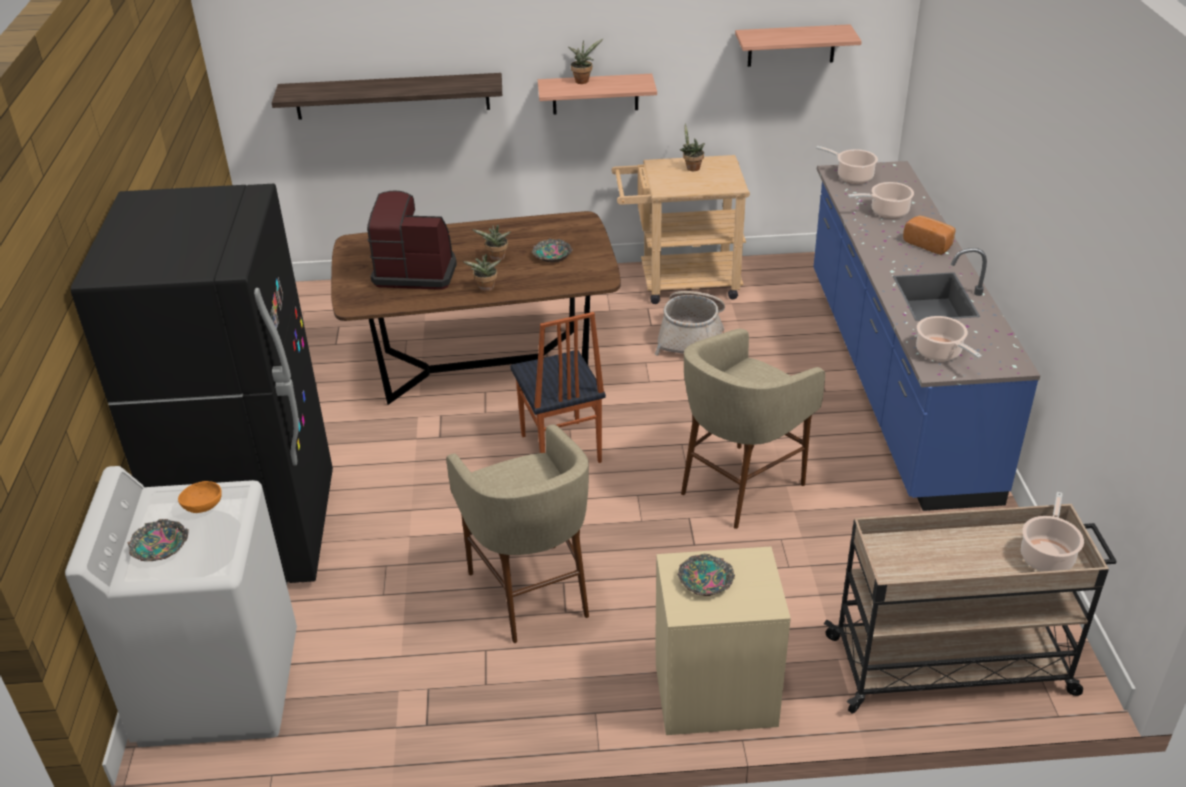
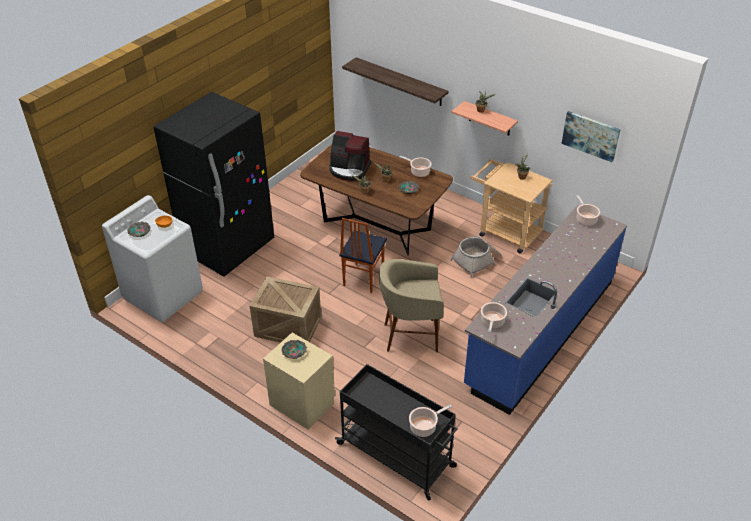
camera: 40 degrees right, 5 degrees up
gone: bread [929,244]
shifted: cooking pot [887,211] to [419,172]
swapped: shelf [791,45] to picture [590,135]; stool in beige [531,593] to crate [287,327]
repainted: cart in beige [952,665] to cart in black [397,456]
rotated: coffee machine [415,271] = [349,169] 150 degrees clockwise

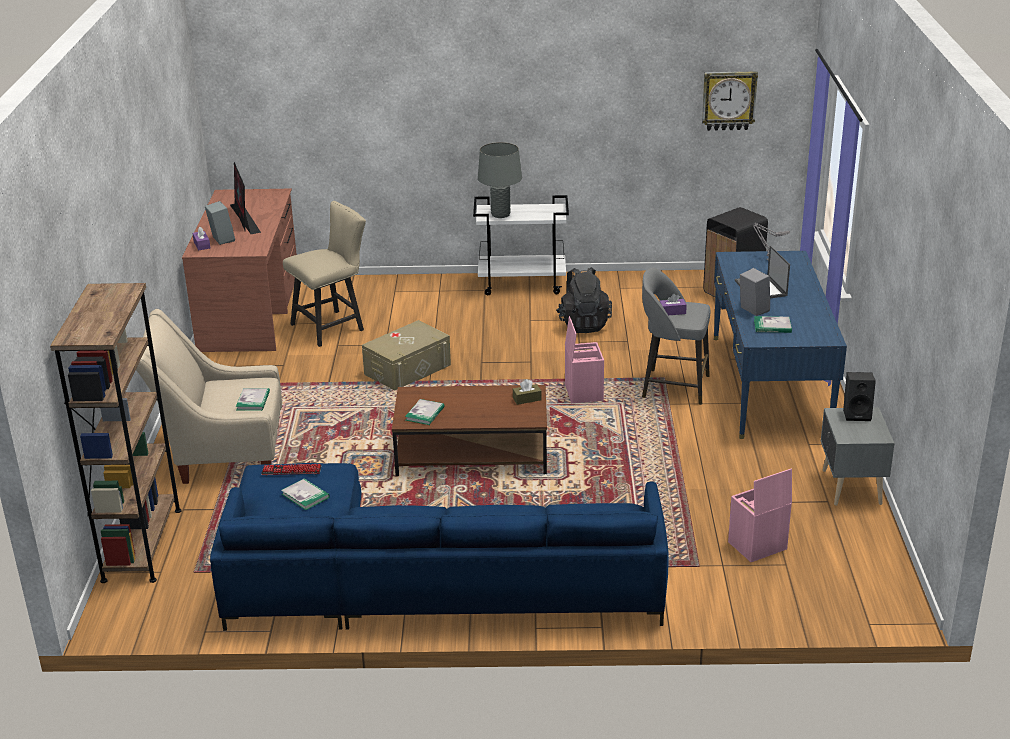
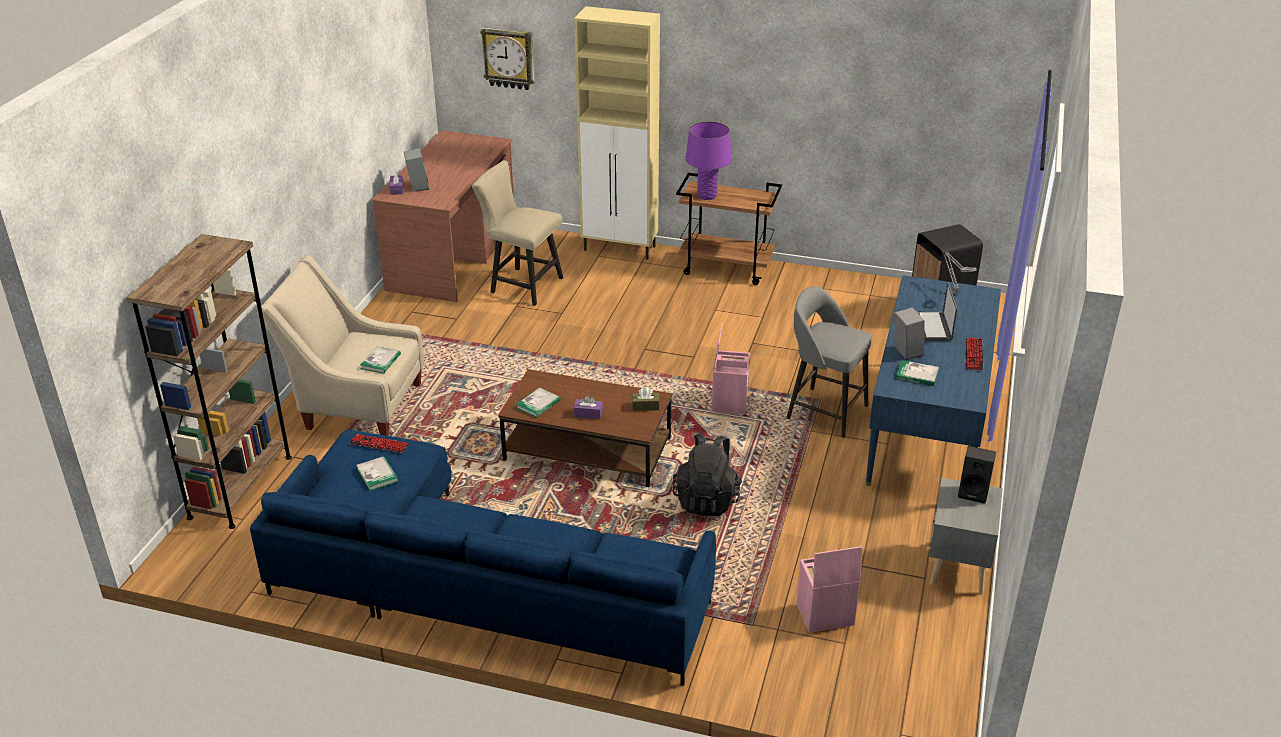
camera: 15 degrees right, 5 degrees up
gone: monitor [245,218]; storage box in beige [407,369]
new: cabinet in beige [620,248]; keyboard [974,355]
shifted: wall clock [729,100] to [509,58]; backpack in black [583,324] to [707,499]; tissue box in purple [672,312] to [588,413]
repainted: table lamp in grey [500,214] to table lamp in purple [707,196]; cart in white [523,284] to cart in brown [727,268]
rotated: chair in beige [332,326] = [521,284] 135 degrees counterclockwise

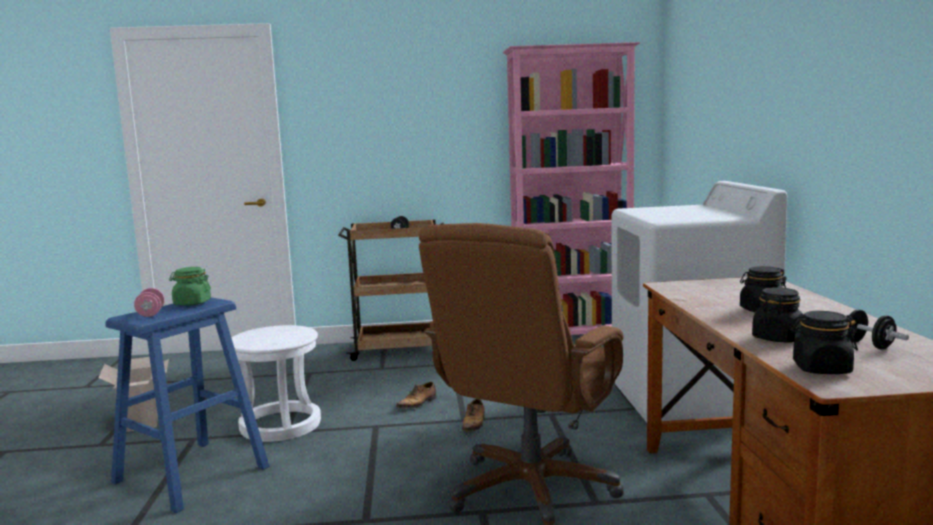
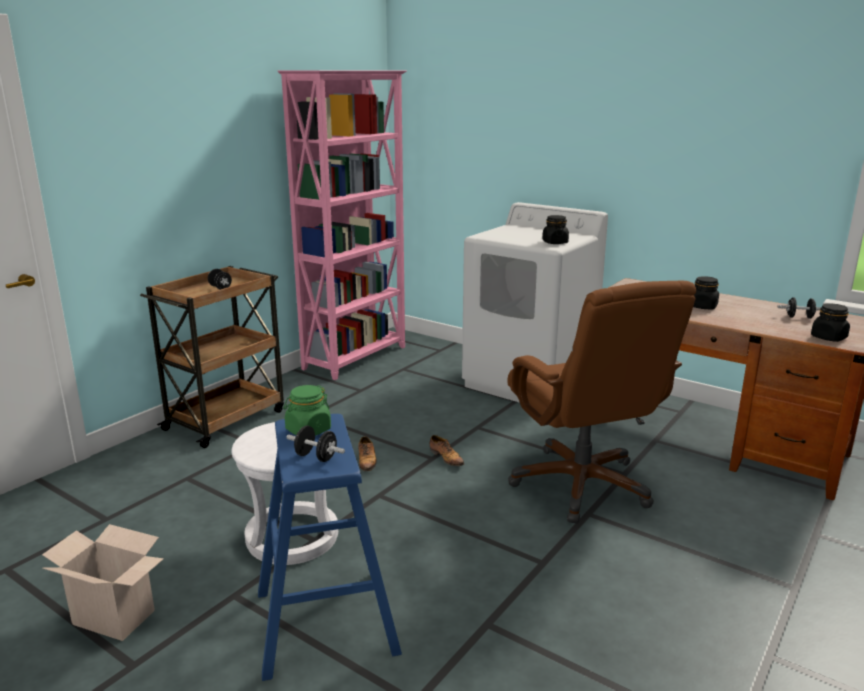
camera: 50 degrees left, 10 degrees up
shifted: jar in black [778,338] to [555,242]
repainted: dumbbell in pink [151,314] to dumbbell in black [316,457]

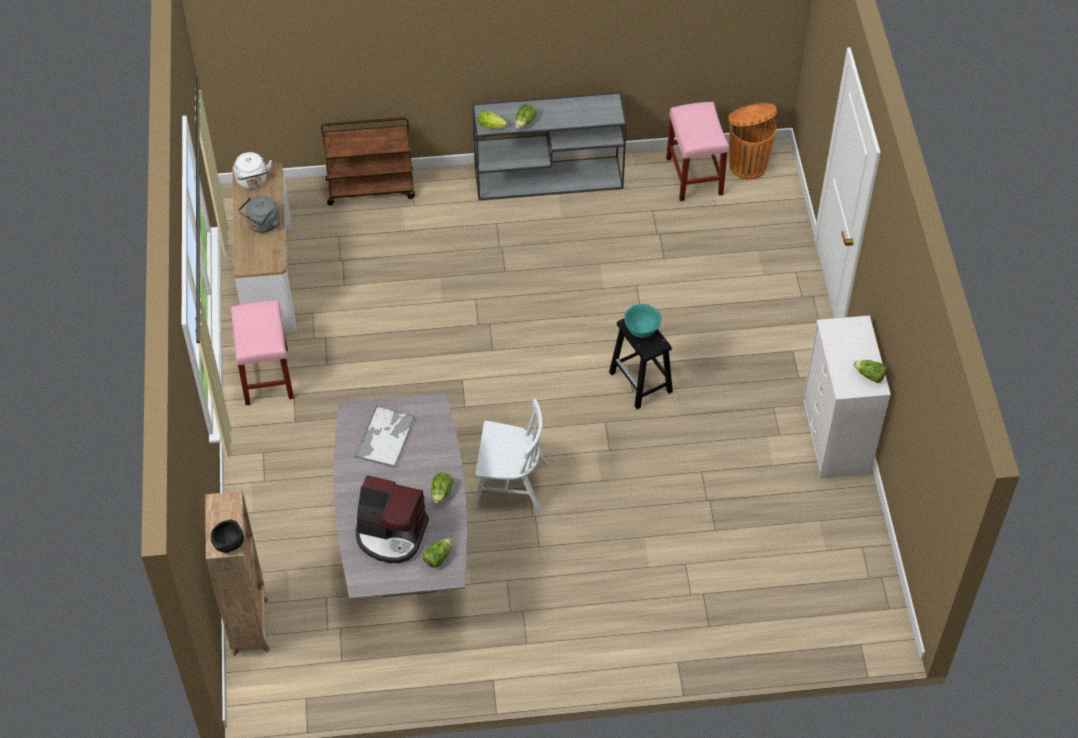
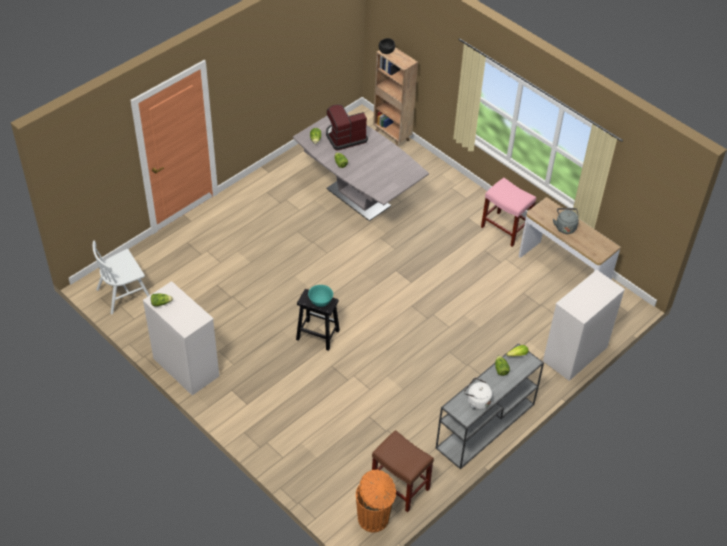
camera: 140 degrees right, 5 degrees down
gone: tray [385,437]
shifted: kettle in white [253,181] to [476,401]; chair in white [510,484] to [123,293]
swapped: cart in brown [371,188] to dresser in white [574,354]
repainted: stool in pink [695,177] to stool in brown [399,486]

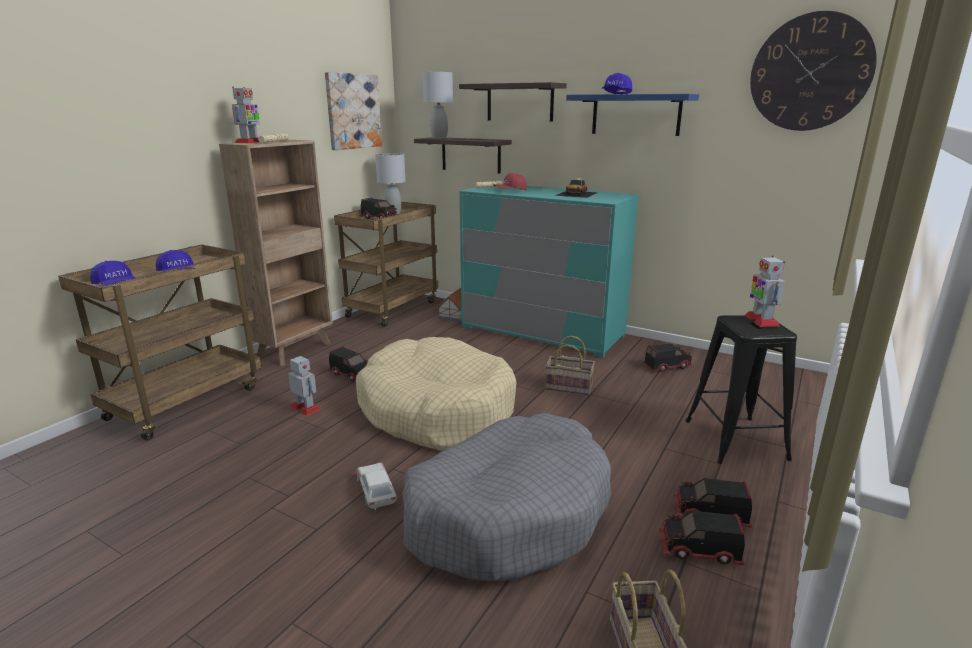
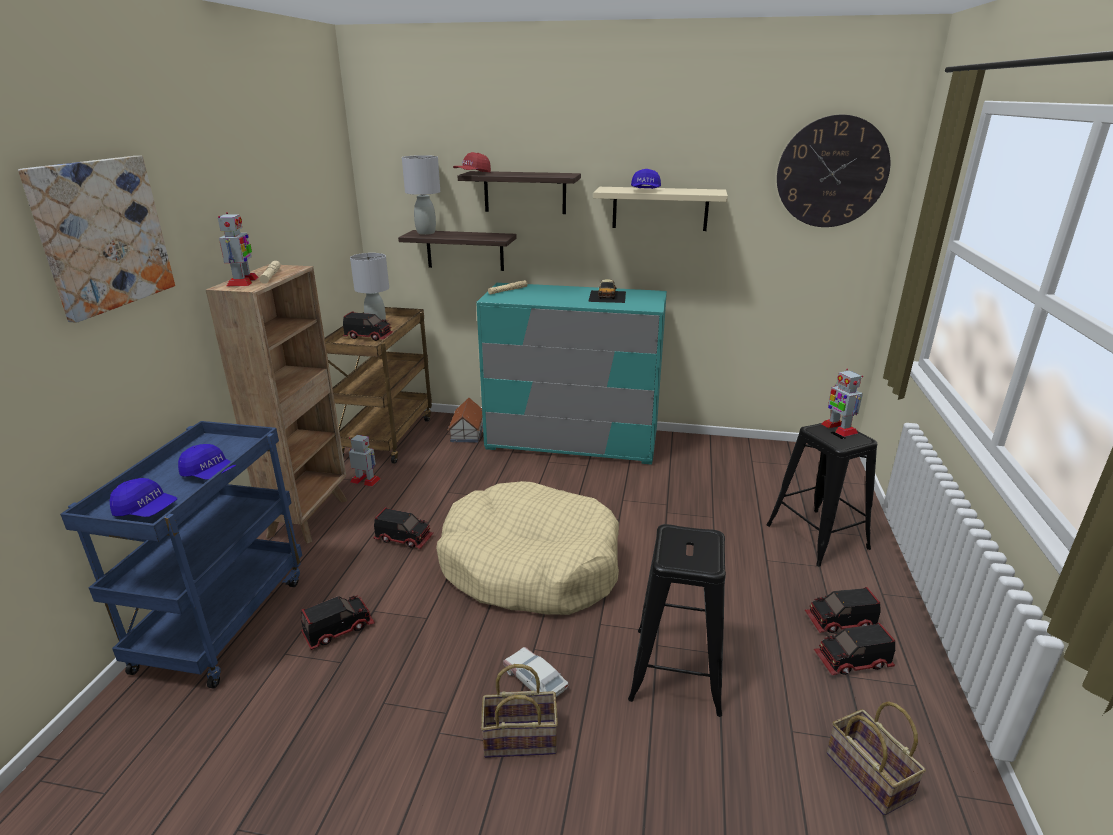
camera: 20 degrees left, 5 degrees up
shifted: picture [353,111] to [102,235]; cap in red [510,191] to [472,173]; basket [570,387] to [522,738]; toy truck [667,366] to [338,629]; toy robot [305,408] to [365,480]
swapped: dog bed in grey [508,513] to stool in black [676,669]
repainted: shelf in blue [636,115] to shelf in beige [660,208]; cart in brown [186,401] to cart in blue [223,620]

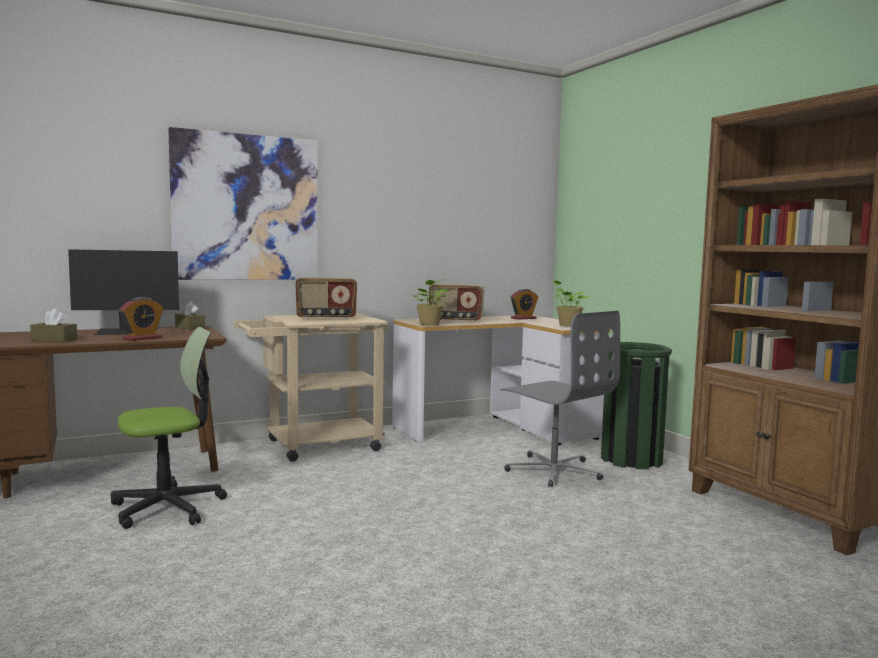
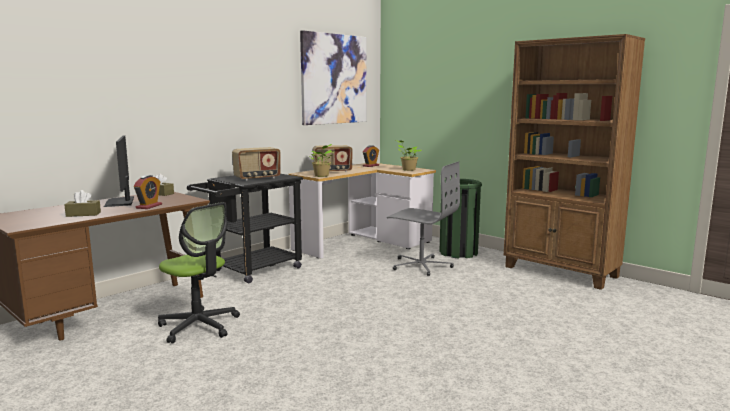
camera: 20 degrees left, 5 degrees up
shifted: picture [246,208] to [334,79]
repainted: cart in beige [313,446] to cart in black [251,271]
rotated: monitor [125,332] = [120,202] 105 degrees clockwise; office chair [168,507] = [199,326] 90 degrees clockwise

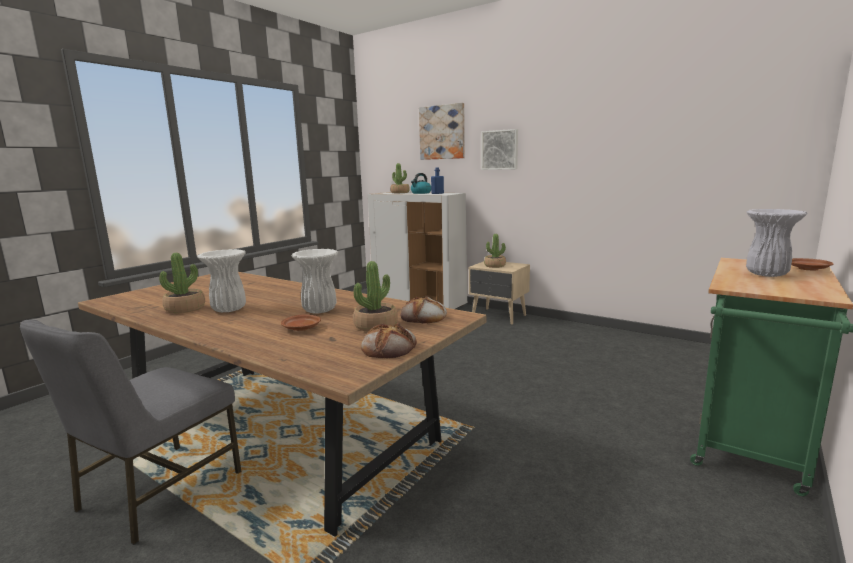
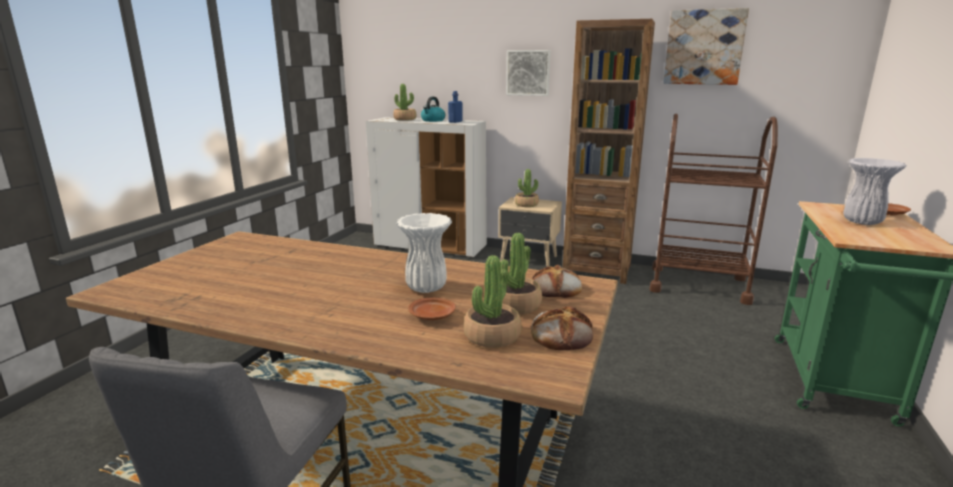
camera: 15 degrees left, 5 degrees up
gone: vase in white [229,310]
new: bookcase in brown [597,270]; cart in brown [698,285]
shifted: picture [442,132] to [704,47]; potted plant [185,308] to [492,336]

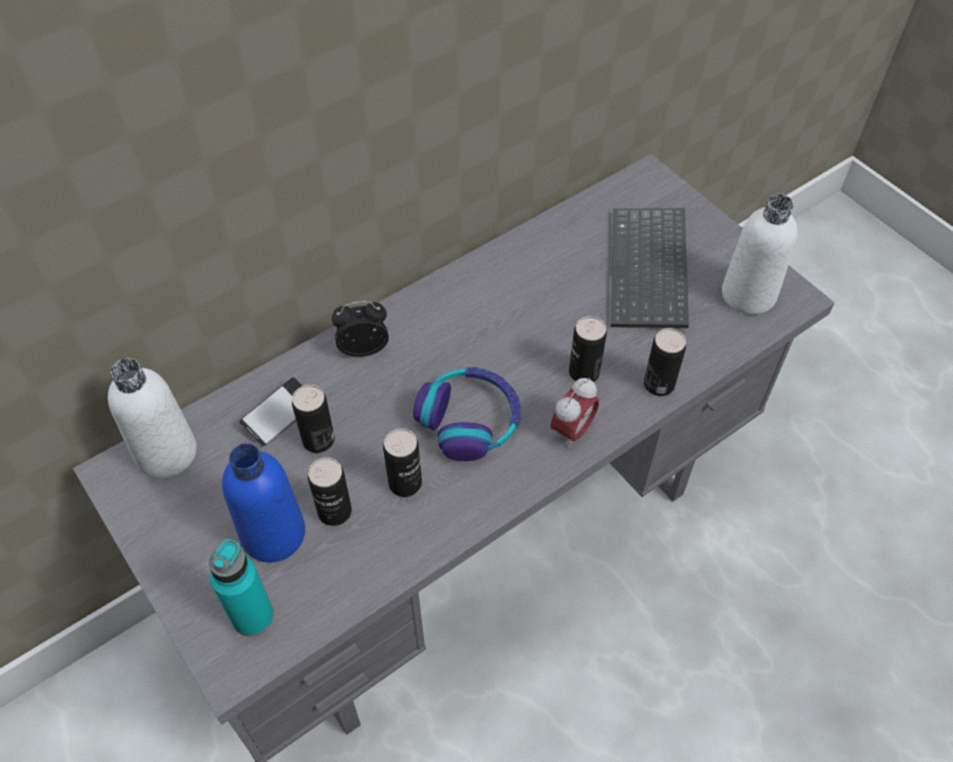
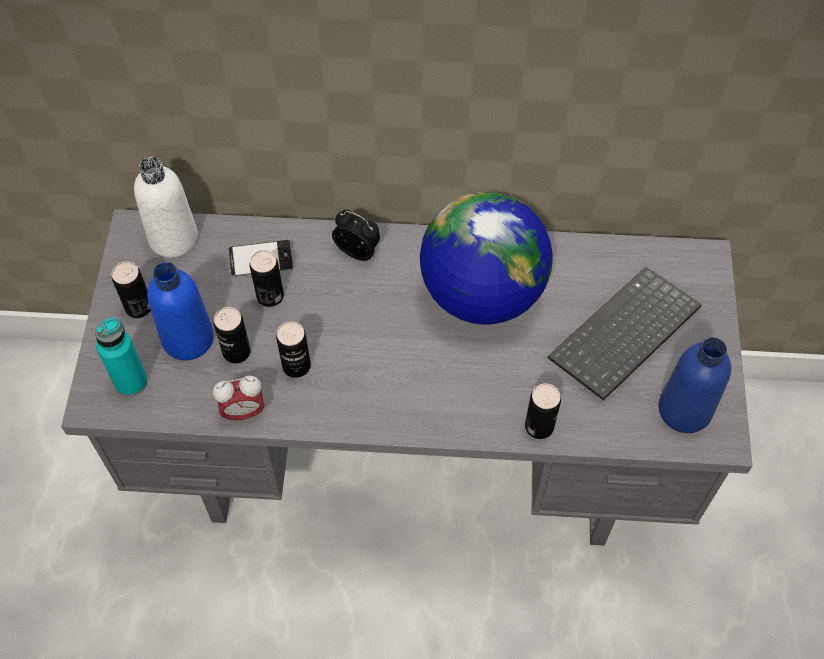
camera: 40 degrees right, 5 degrees up
gone: headphones [469,420]
new: globe [481,293]
shifted: can [584,372] to [139,307]; alarm clock [572,430] to [243,412]
repainted: bottle in white [748,295] to bottle in blue [684,409]

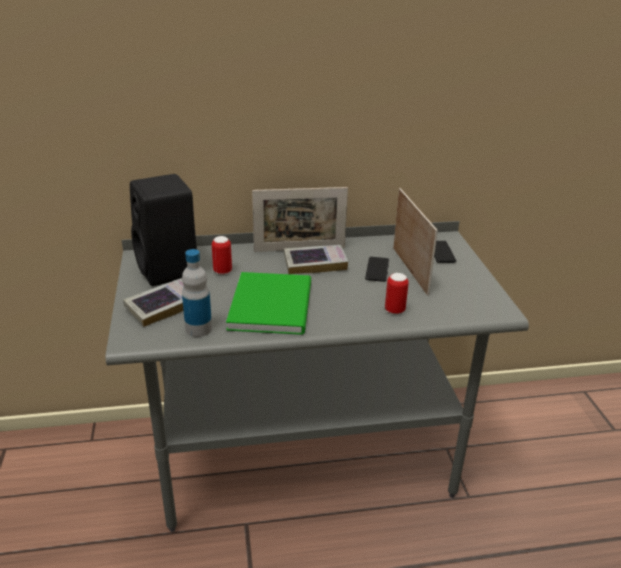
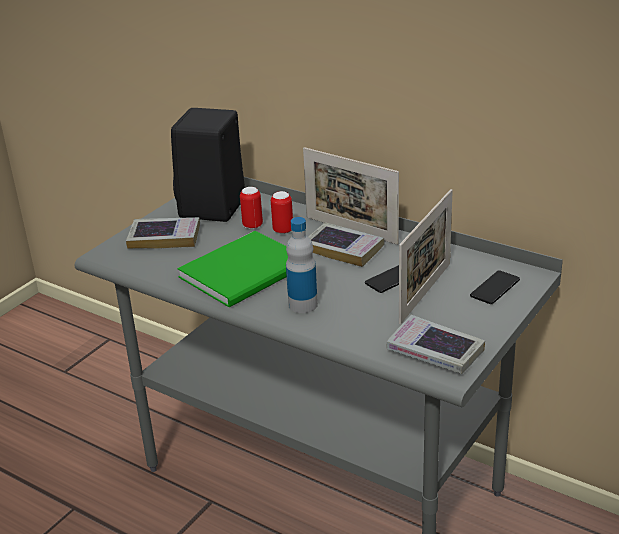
camera: 45 degrees right, 0 degrees up
new: book [435,351]
shifted: bottle [198,329] to [303,305]; can [394,310] to [283,230]

